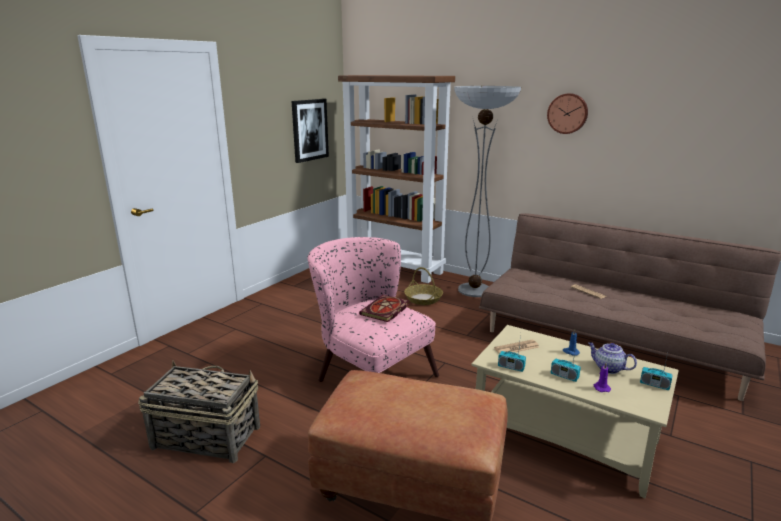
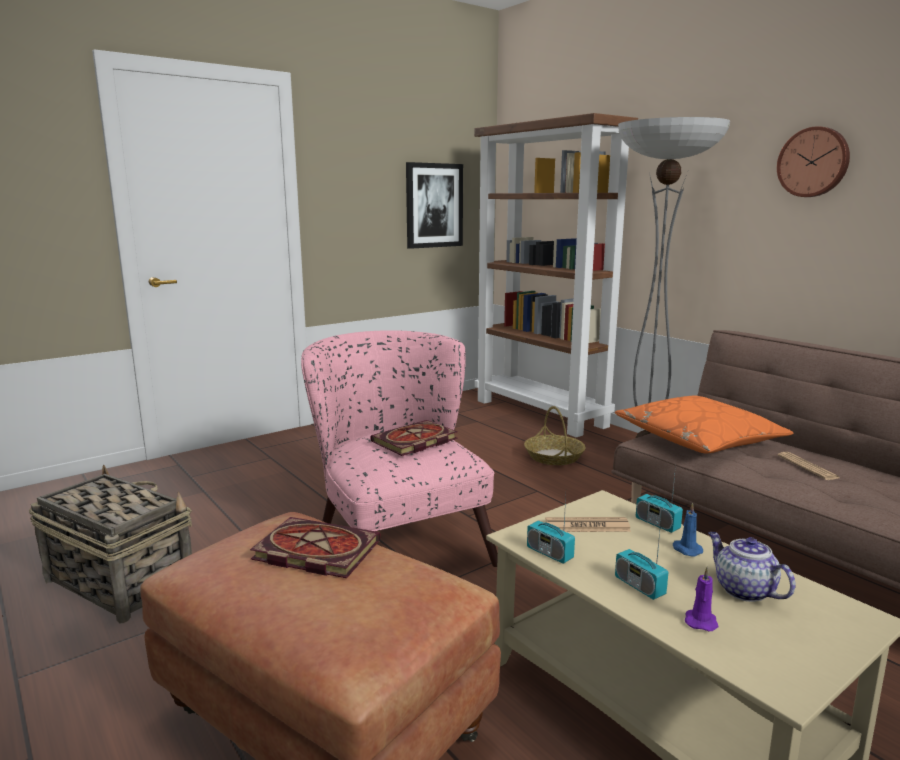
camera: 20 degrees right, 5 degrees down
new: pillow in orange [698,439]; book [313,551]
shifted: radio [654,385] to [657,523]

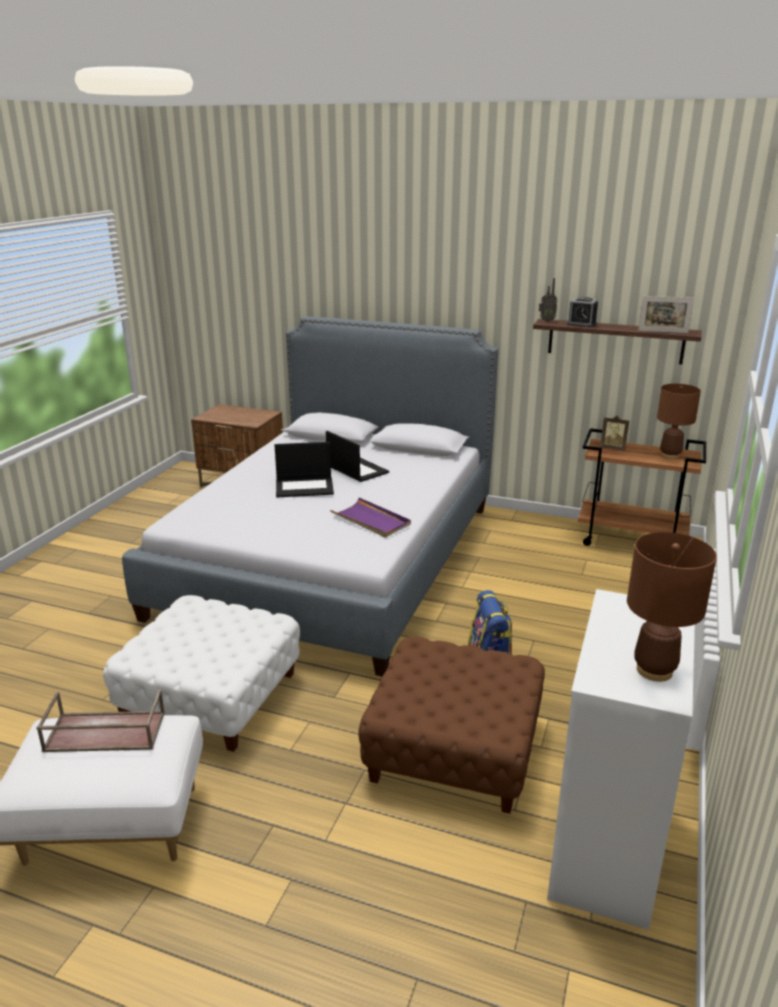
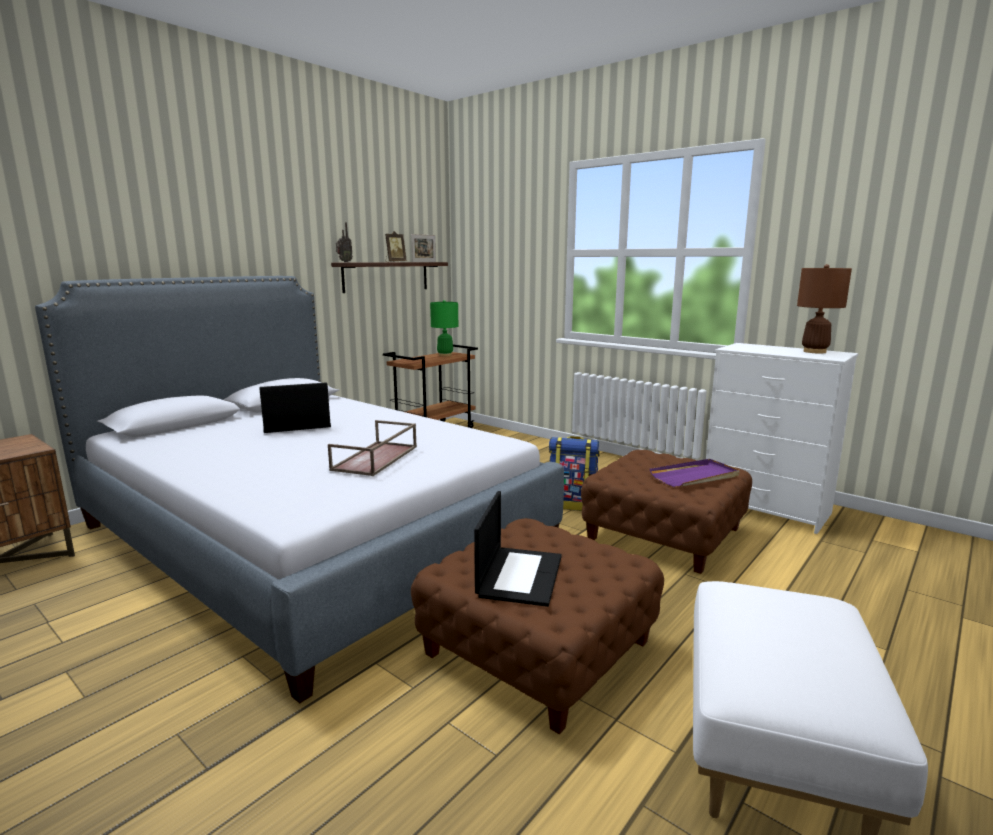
camera: 70 degrees left, 10 degrees down
gone: alarm clock [581,324]
shifted: picture frame [613,448] to [395,262]; laptop [305,487] to [519,575]; tray in purple [371,520] to [695,476]; tray in brown [104,732] to [376,458]
repainted: table lamp in brown [670,455] to table lamp in green [445,355]; ottoman in white [212,696] to ottoman in brown [537,647]

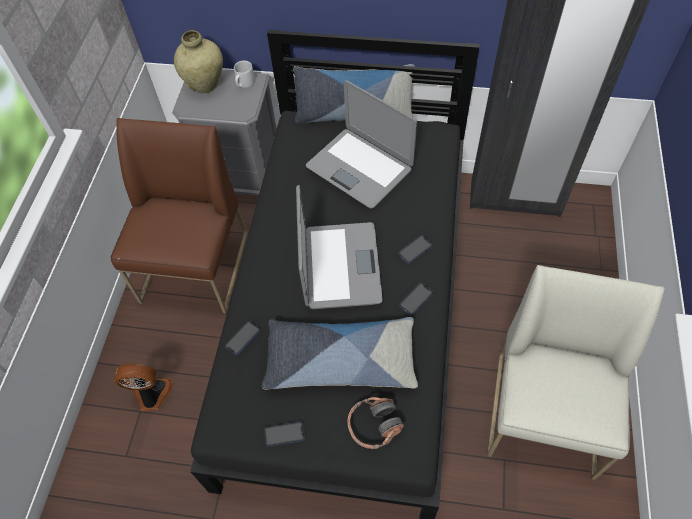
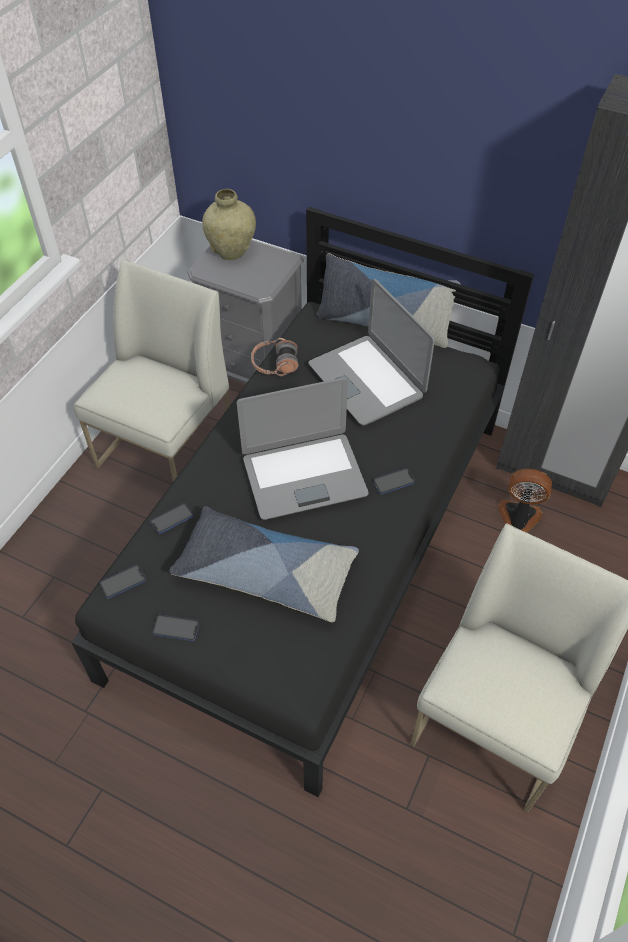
camera: 15 degrees right, 5 degrees down
gone: mug in grey [244,83]
shifted: phone [416,299] to [122,582]; fan [151,395] to [518,518]; headphones [374,426] to [275,364]
repainted: chair in brown [196,268] to chair in white [167,448]
rotated: laptop [339,266] = [304,475] 60 degrees clockwise

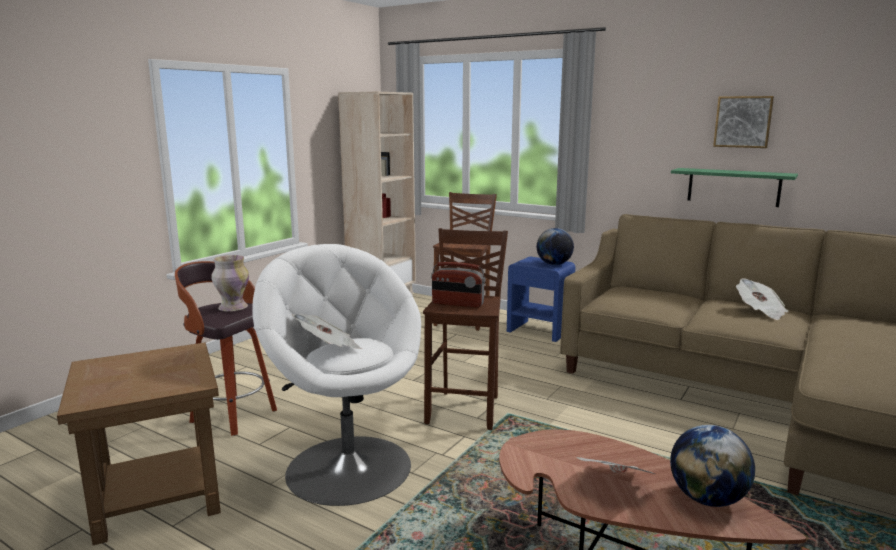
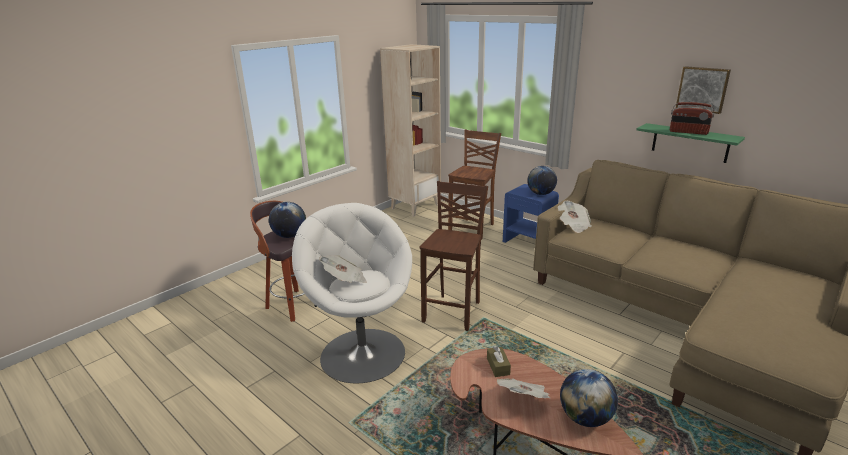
camera: 10 degrees right, 10 degrees up
gone: side table in brown [156,494]
new: tissue box in brown [498,366]
shifted: radio [457,304] to [688,132]; newspaper [760,312] to [573,225]
swapped: vase [232,308] to globe [290,236]

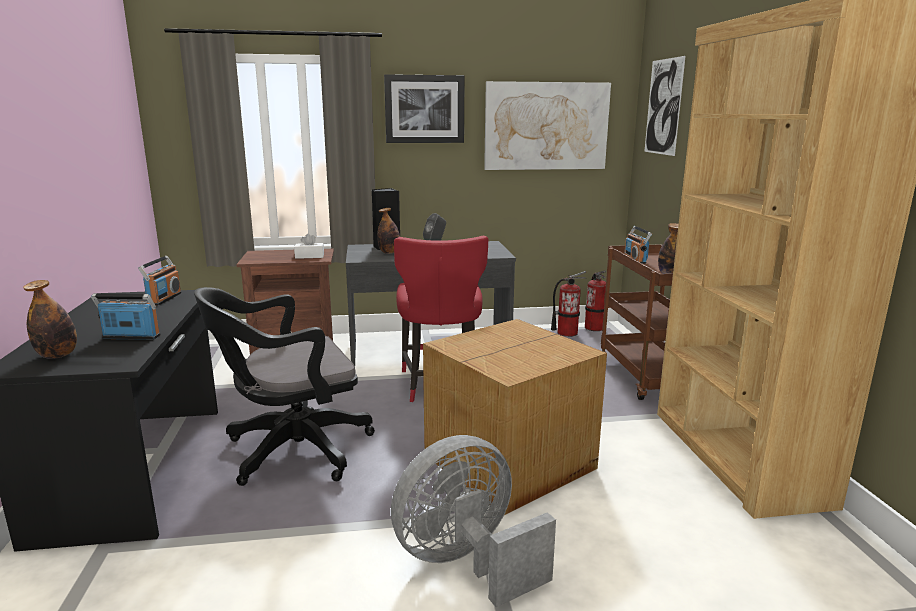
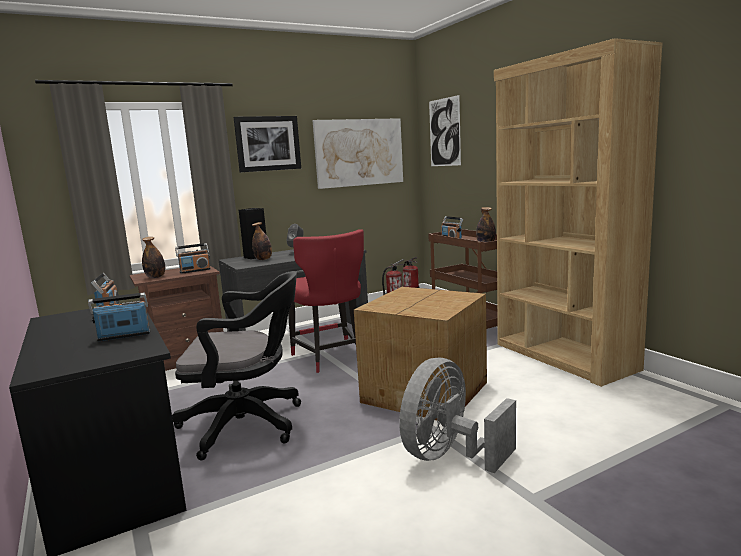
camera: 20 degrees left, 5 degrees down
shifted: bottle [57,355] to [155,277]
swapped: tissue box in white [309,256] to radio [195,271]
rotated: office chair in black [291,451] = [248,425] 135 degrees counterclockwise

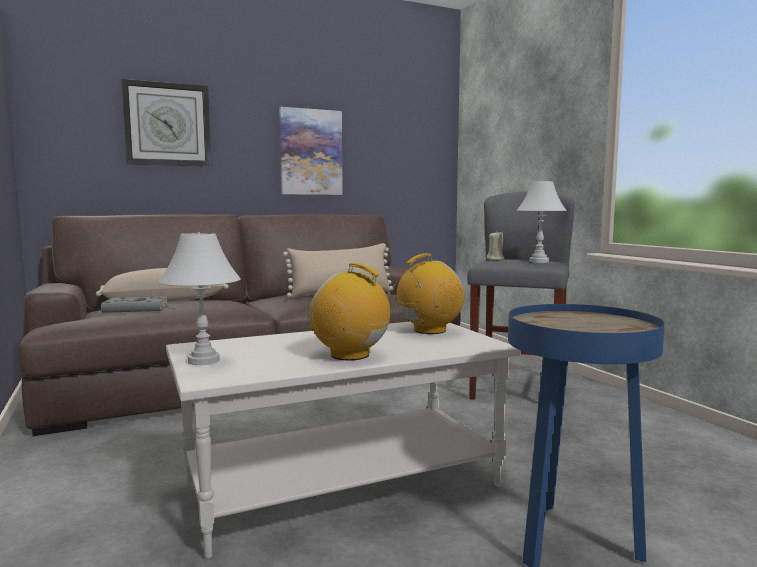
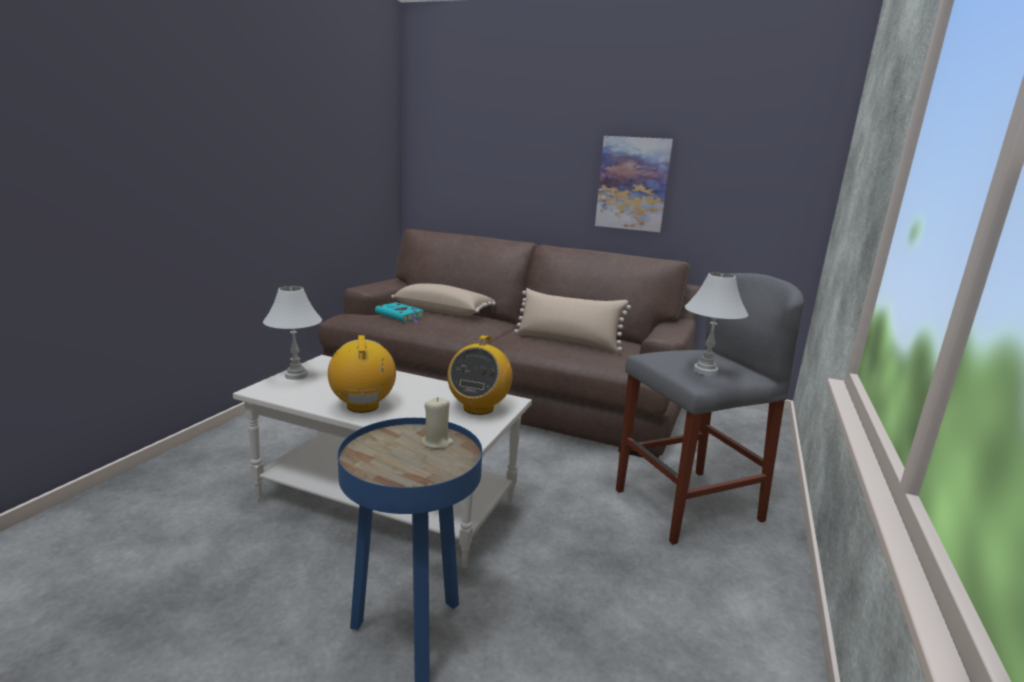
camera: 45 degrees right, 10 degrees up
gone: wall clock [167,124]
shifted: candle in beige [495,259] to [437,442]
repainted: book in grey [138,309] to book in turquoise [400,315]
rotated: radio [429,330] = [478,407] 90 degrees clockwise

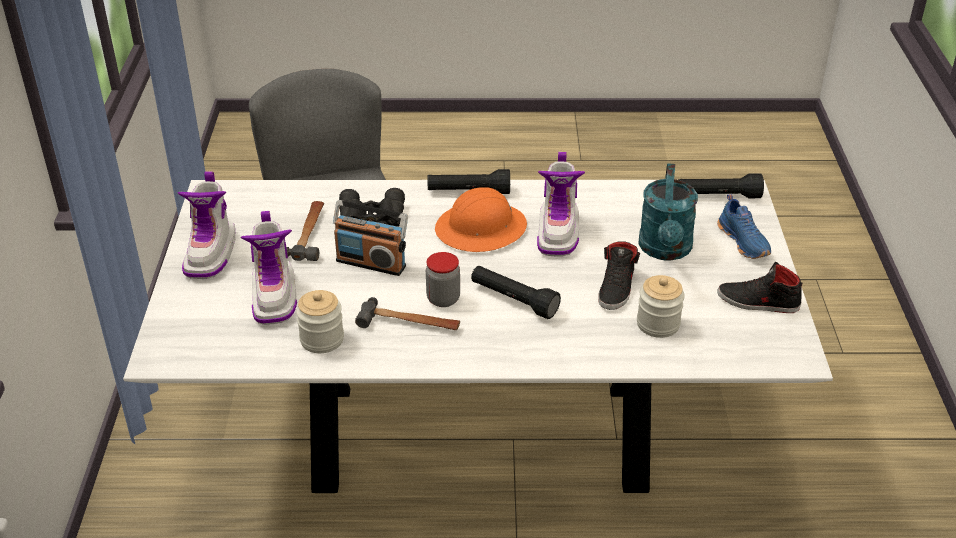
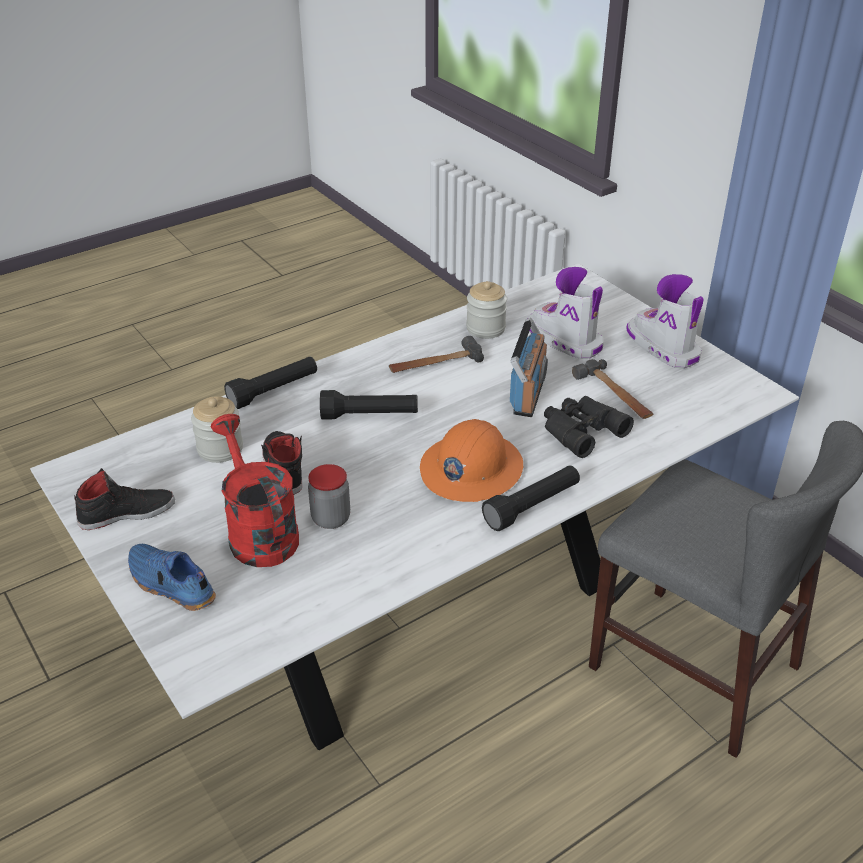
camera: 145 degrees right, 0 degrees up
gone: boot [558,232]
shifted: flashlight in black [718,196] to [274,391]; jar [443,299] to [331,518]
repainted: watering can in turquoise [665,250] to watering can in red [258,531]
rotated: radio [371,263] = [528,394] 120 degrees clockwise

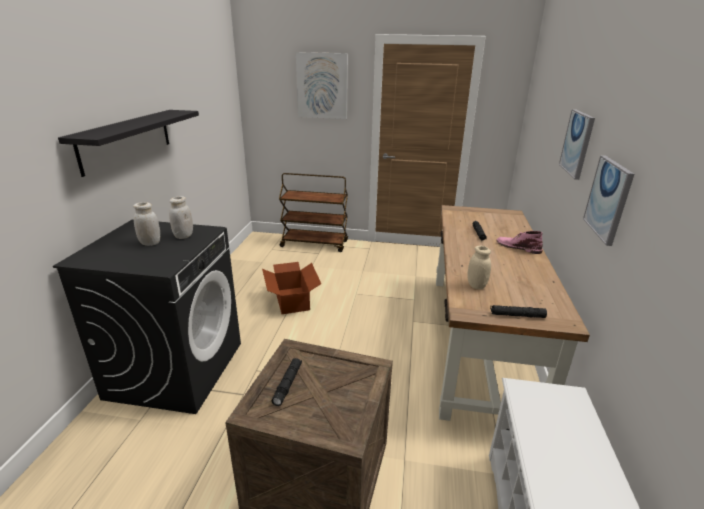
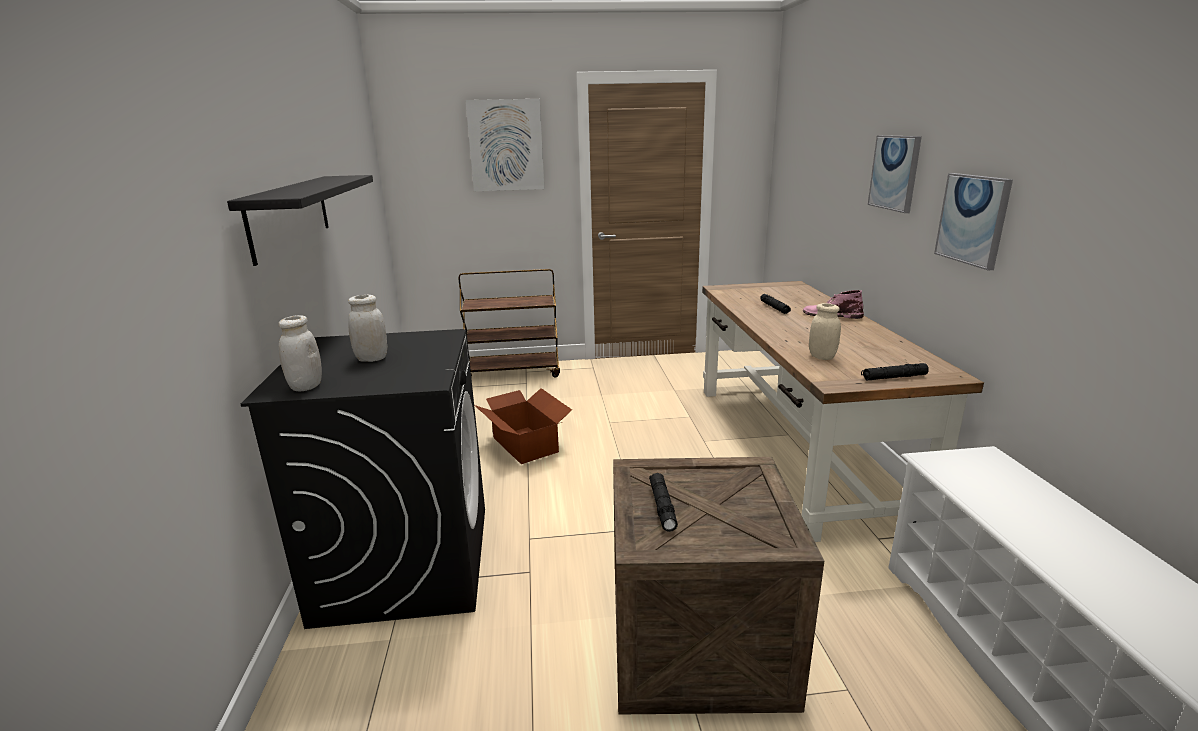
camera: 15 degrees left, 5 degrees down
shifted: jar in white [183,236] to [306,386]

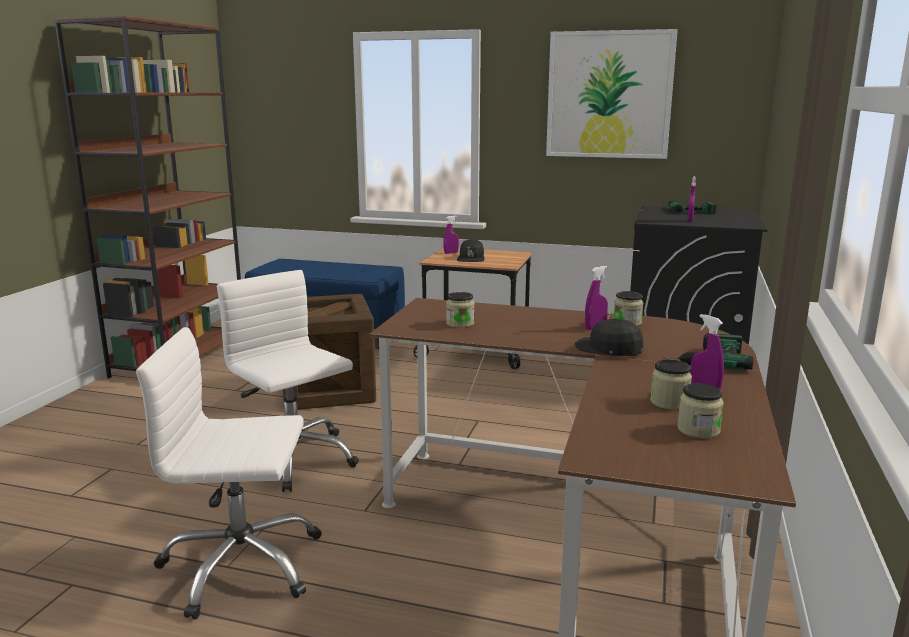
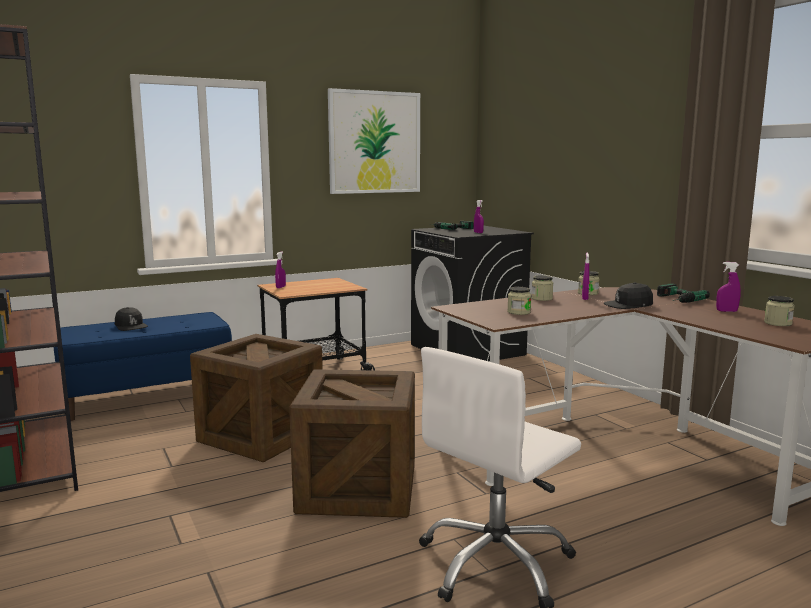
camera: 45 degrees left, 5 degrees down
shifted: cap in black [471,258] to [130,326]; jar [669,402] to [542,298]
swapped: office chair in white [293,459] to crate [358,489]

